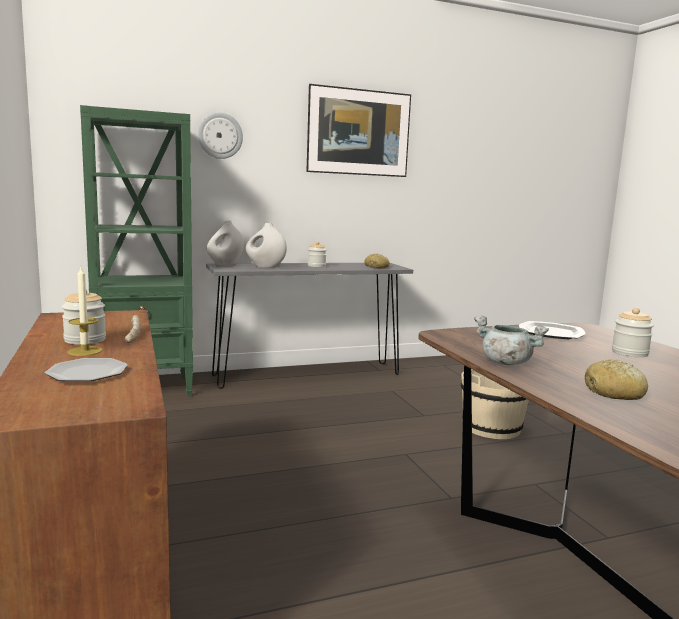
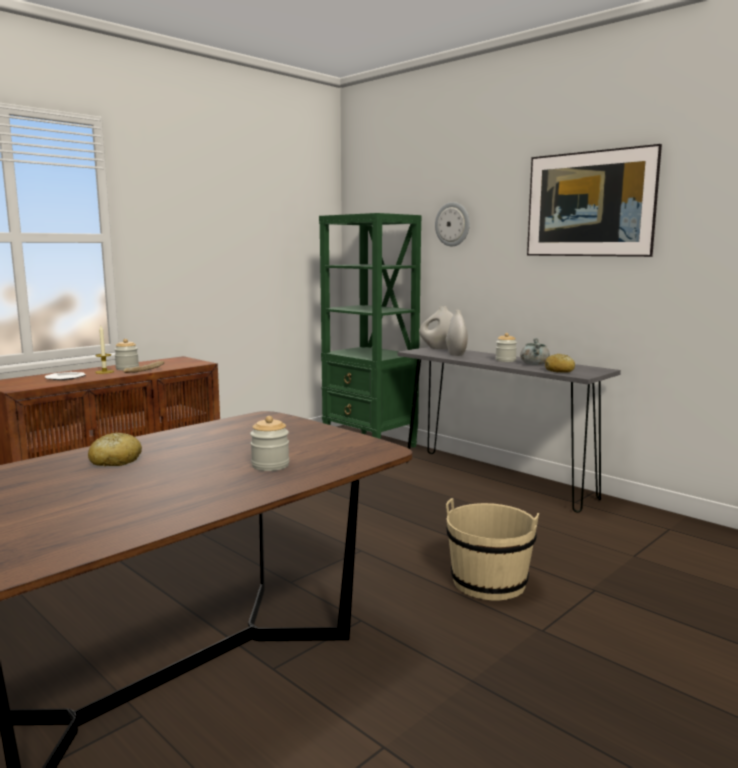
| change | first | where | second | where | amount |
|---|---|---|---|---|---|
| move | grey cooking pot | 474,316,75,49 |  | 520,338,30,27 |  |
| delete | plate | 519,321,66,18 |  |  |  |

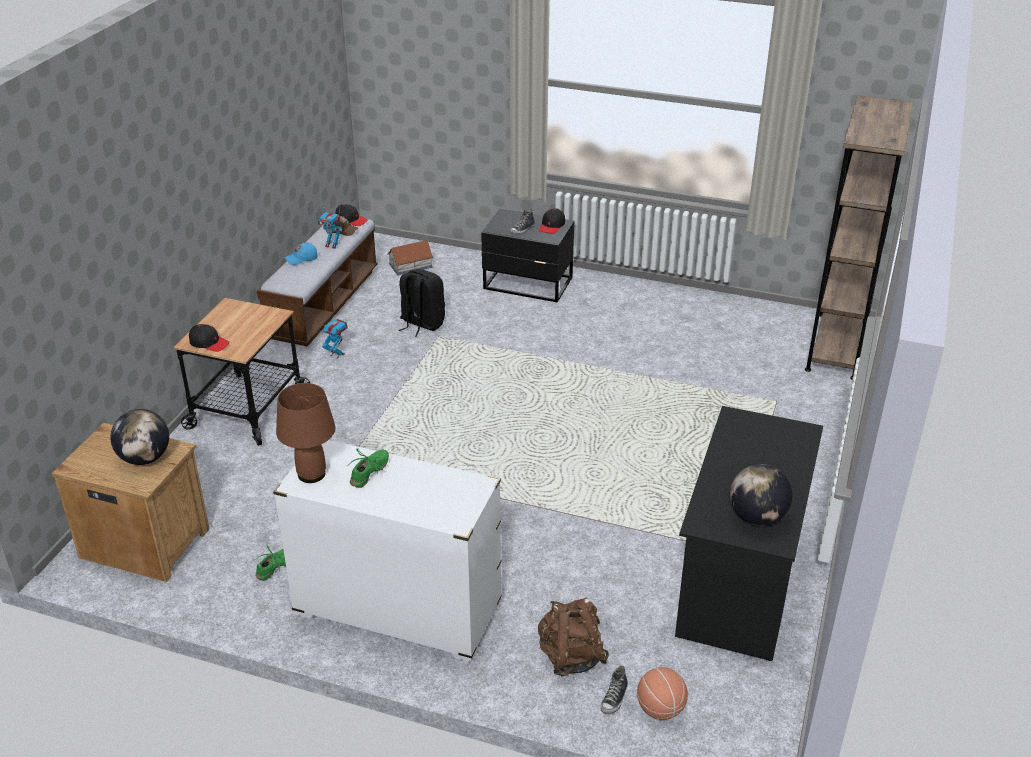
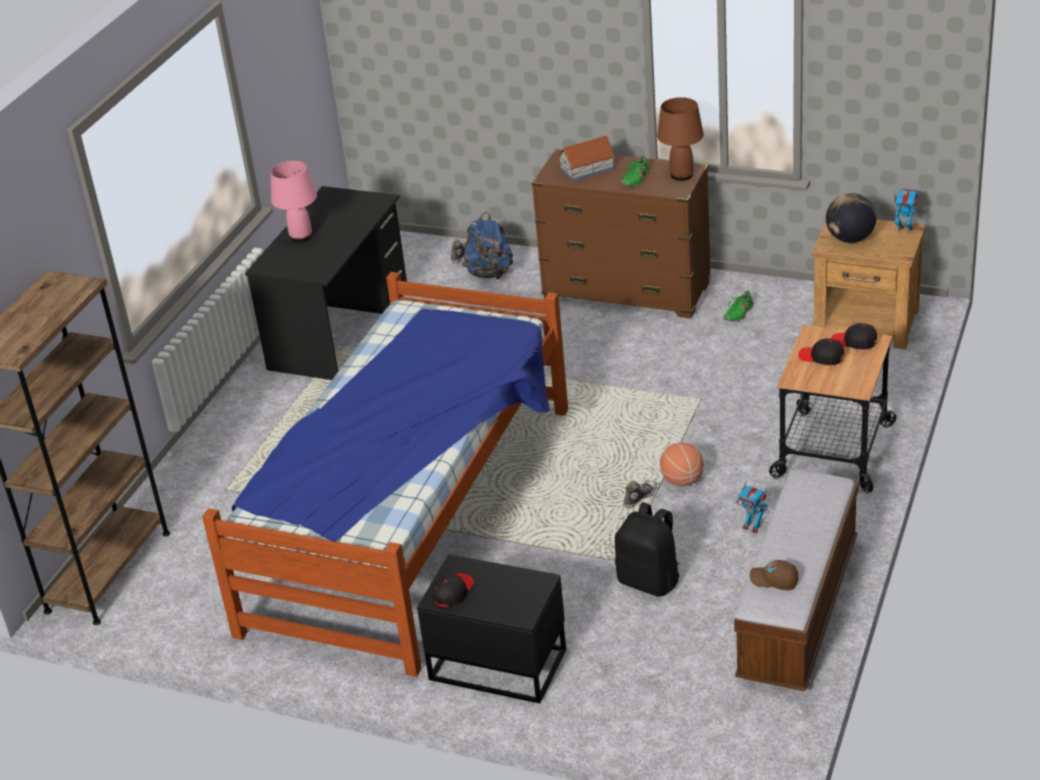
| change | first | where | second | where | amount |
|---|---|---|---|---|---|
| insert |  |  | bed | 202,272,366,405 |  |
| insert |  |  | pink table lamp | 271,161,46,82 |  |
| recolor | brown backpack | 538,597,71,79 | blue backpack | 462,212,51,68 |  |
| recolor | white dresser | 273,440,229,222 | brown dresser | 531,149,180,170 |  |
| move | toy house | 387,240,46,36 |  | 557,136,58,46 |  |
| move | shoe | 509,209,26,25 |  | 623,481,34,27 |  |
| move | basketball | 637,667,51,53 |  | 660,442,44,44 |  |
| move | black cap | 335,204,33,22 |  | 798,338,46,27 |  |
| move | toy robot | 318,208,24,41 |  | 894,188,24,46 |  |
| delete | blue cap | 285,243,32,22 |  |  |  |
| delete | globe | 730,464,63,62 |  |  |  |

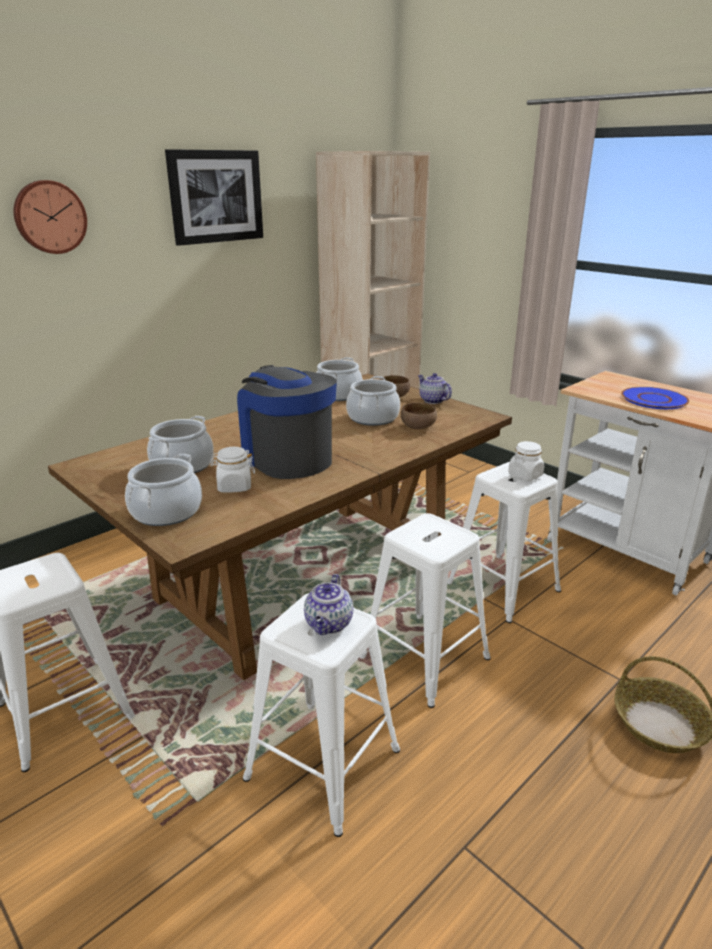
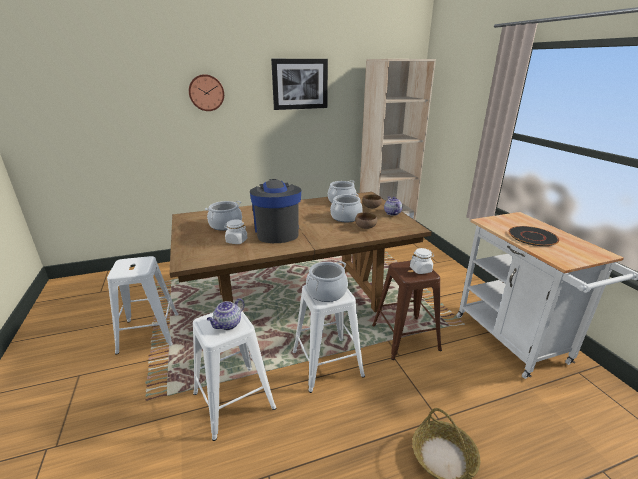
| change | first | where | second | where | amount |
|---|---|---|---|---|---|
| move | cooking pot | 125,454,77,72 |  | 306,261,42,41 |  |
| recolor | white stool | 448,462,113,161 | brown stool | 372,261,70,99 |  |
| recolor | blue plate | 622,387,67,22 | black plate | 509,226,50,20 |  |

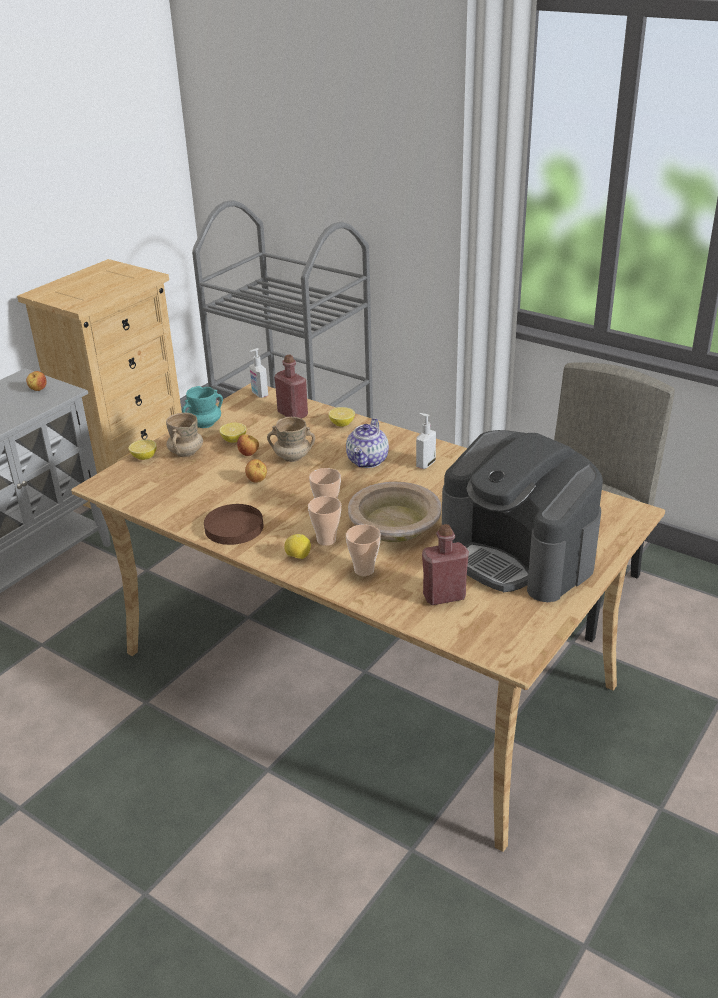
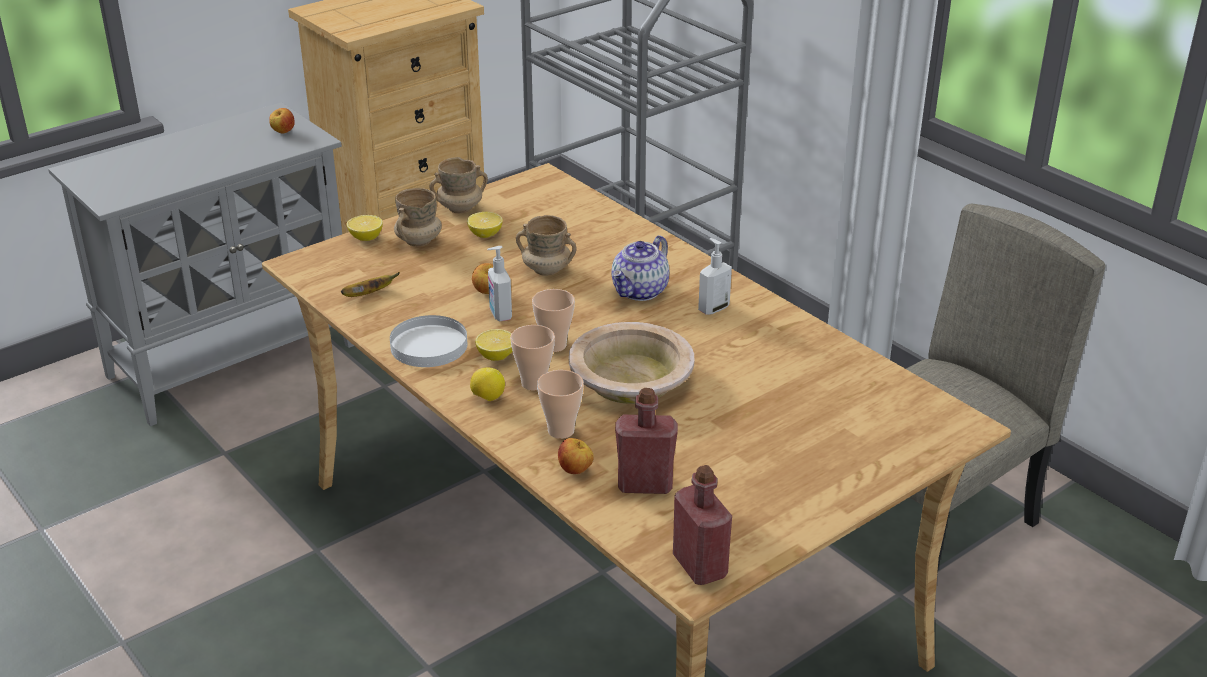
| change | first | where | second | where | amount |
|---|---|---|---|---|---|
| insert |  |  | banana | 341,272,59,25 |  |
| recolor | brown plate | 204,504,60,41 | white plate | 390,315,77,52 |  |
| recolor | turquoise mug | 182,386,41,42 | beige mug | 429,157,59,56 |  |
| move | lemon | 329,407,26,20 |  | 475,329,38,32 |  |
| move | soap dispenser | 249,348,19,50 |  | 487,246,25,75 |  |
| move | apple | 237,434,22,22 |  | 558,438,36,36 |  |
| move | red bottle | 275,354,33,65 |  | 673,465,59,120 |  |
| delete | coffee machine | 442,430,161,172 |  |  |  |

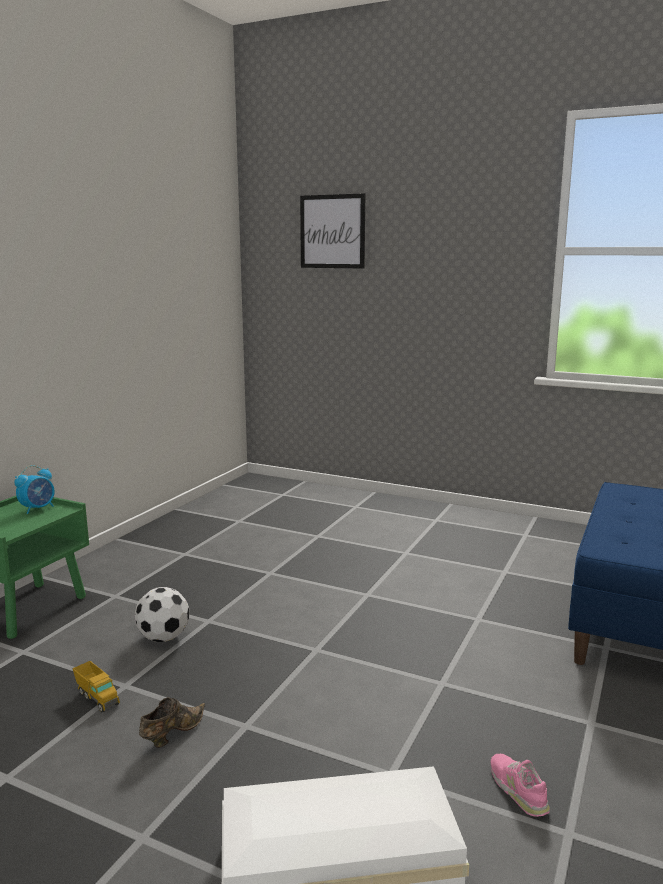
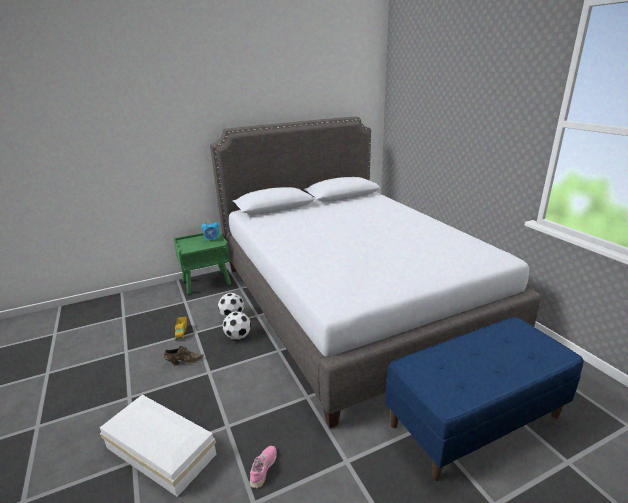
| change | first | where | second | where | amount |
|---|---|---|---|---|---|
| insert |  |  | grey bed | 210,116,331,312 |  |
| insert |  |  | football | 223,311,28,29 |  |
| delete | picture | 300,193,65,76 |  |  |  |

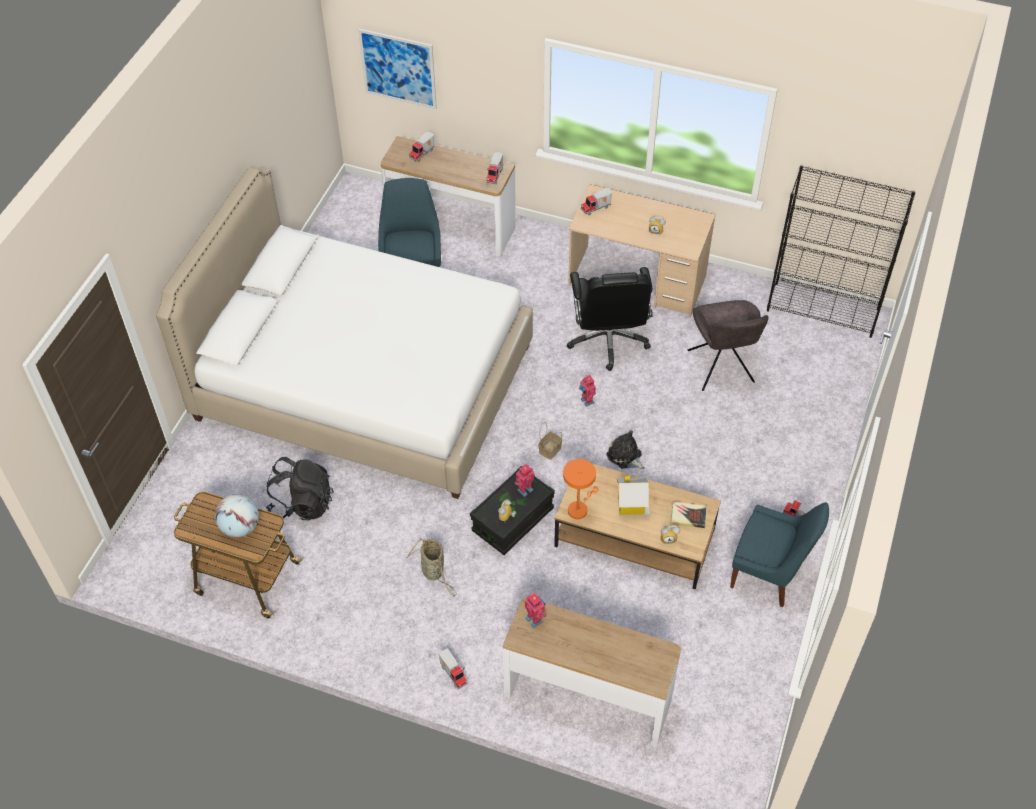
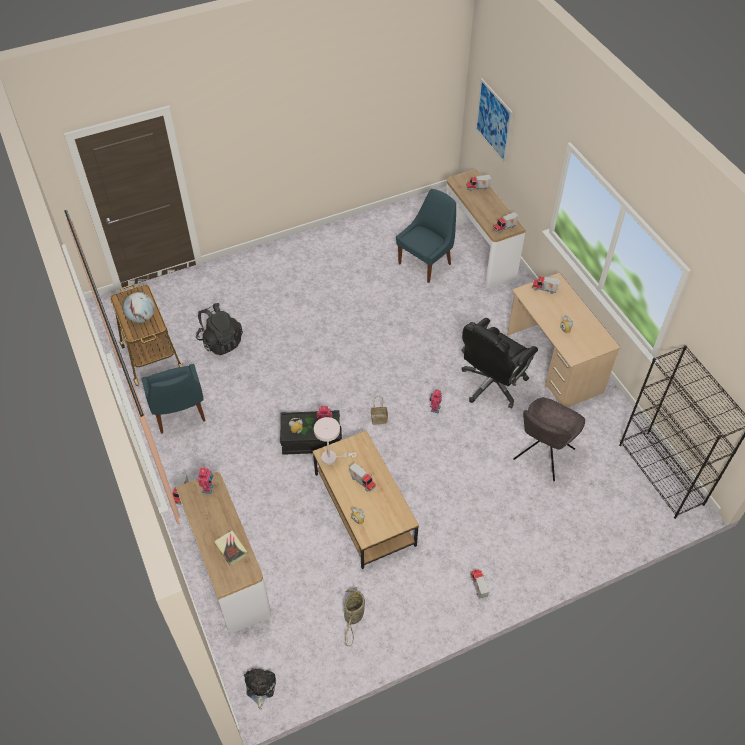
| change | first | where | second | where | amount |
|---|---|---|---|---|---|
| move | blue chair | 730,502,99,105 |  | 141,364,65,70 |  |
| move | book | 670,502,36,26 |  | 214,530,33,36 |  |
| move | plush toy | 606,430,39,39 |  | 244,668,32,42 |  |
| recolor | orange table lamp | 563,459,35,60 | white table lamp | 314,417,43,48 |  |
| move | basket | 406,538,50,59 |  | 344,587,21,59 |  |
| replace | toy house | 617,476,33,40 | toy truck | 349,463,27,29 |  |
| delete | white bed | 156,167,377,332 |  |  |  |

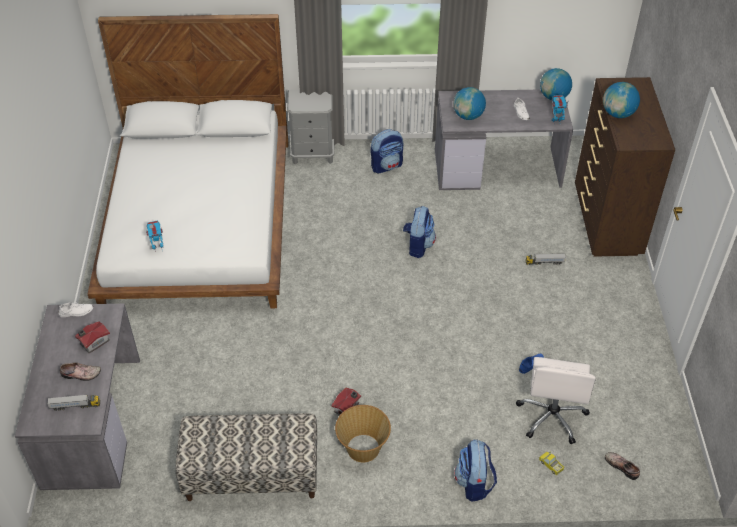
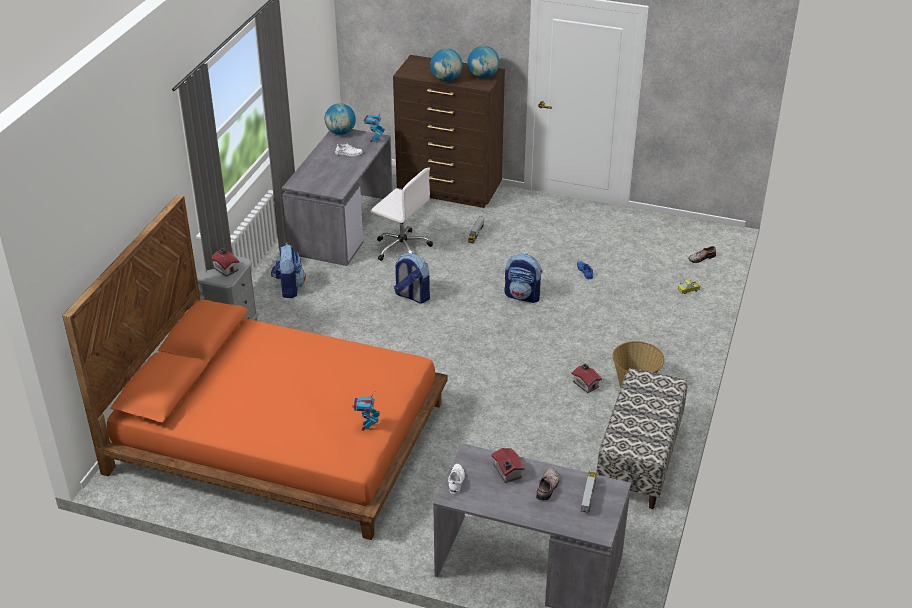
| change | first | where | second | where | amount |
|---|---|---|---|---|---|
| recolor | white bed | 88,14,200,294 | orange bed | 62,195,386,345 |  |
| insert |  |  | toy house | 211,248,28,29 |  |
| move | white office chair | 516,357,80,87 |  | 371,168,62,93 |  |
| move | globe | 453,87,33,33 |  | 468,46,31,32 |  |
| move | backpack | 454,440,43,62 |  | 504,254,39,49 |  |

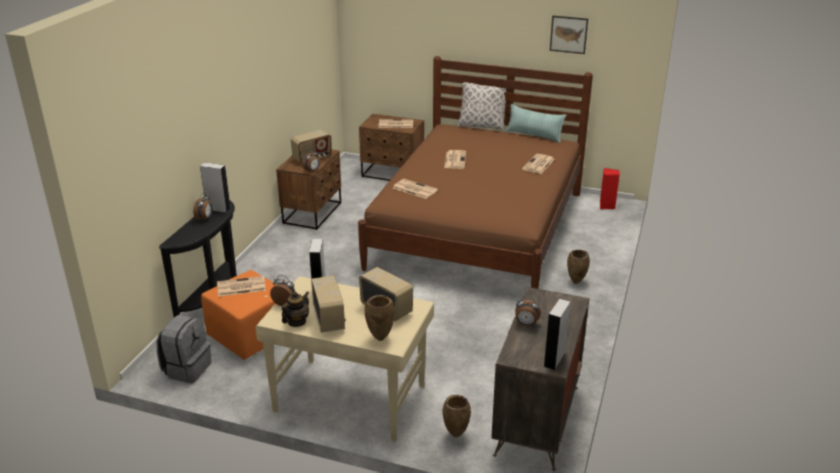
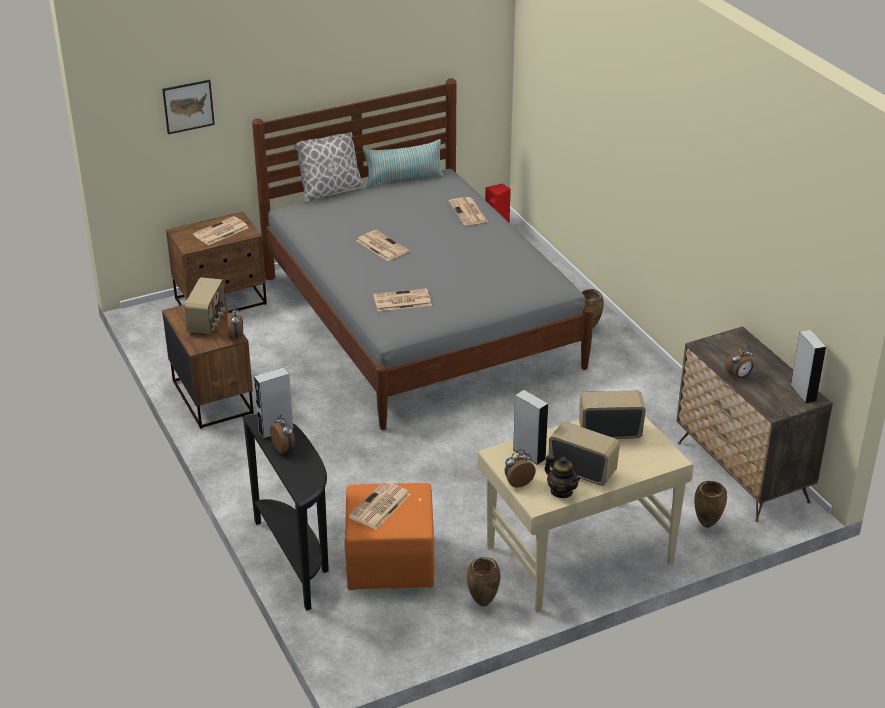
| change | first | where | second | where | amount |
|---|---|---|---|---|---|
| move | picture | 550,16,38,38 |  | 162,80,53,54 |  |
| recolor | brown bed | 358,56,235,233 | grey bed | 252,78,342,352 |  |
| move | brown vase | 365,295,30,46 |  | 467,557,33,49 |  |
| rotate | teapot | 282,291,27,36 |  | 545,454,35,44 | 150 degrees clockwise |
| delete | grey backpack | 157,315,55,68 |  |  |  |

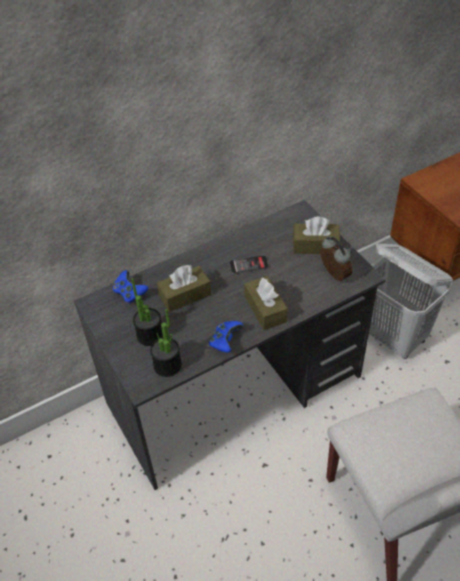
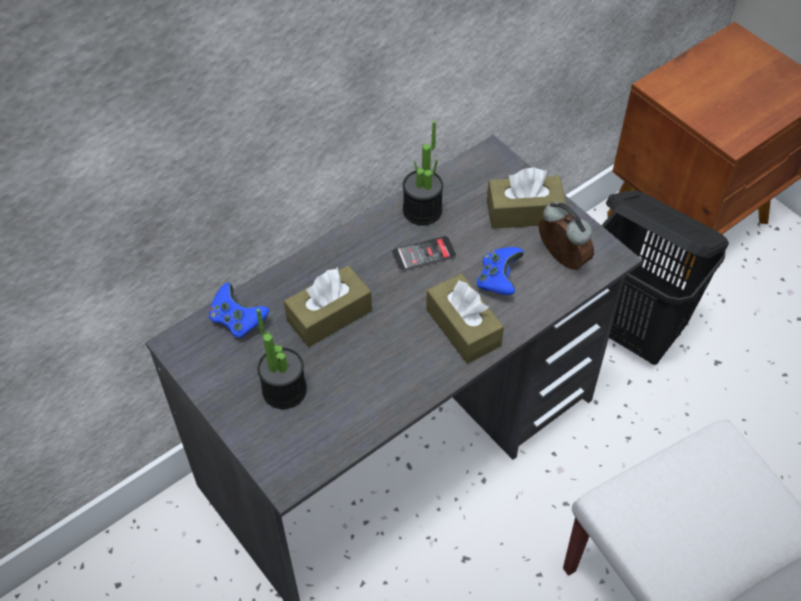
| change | first | where | second | where | amount |
|---|---|---|---|---|---|
| move | potted plant | 150,309,32,68 |  | 403,121,40,104 |  |
| move | blue game controller | 209,321,35,32 |  | 477,247,47,48 |  |
| recolor | white laundry basket | 369,244,84,115 | black laundry basket | 601,190,128,175 |  |

